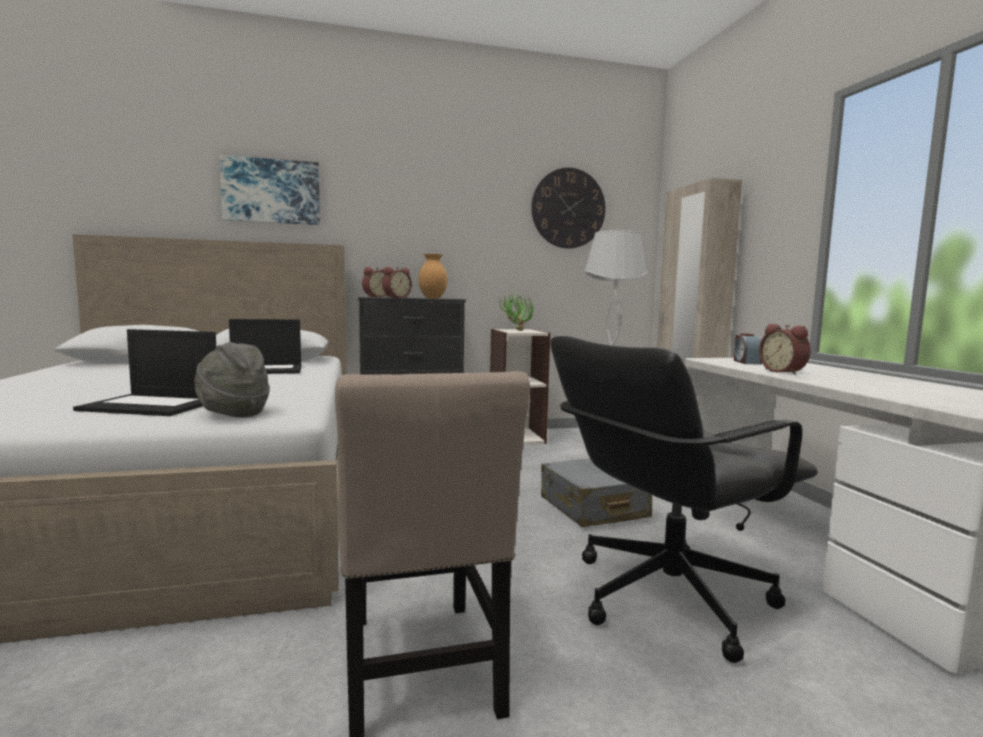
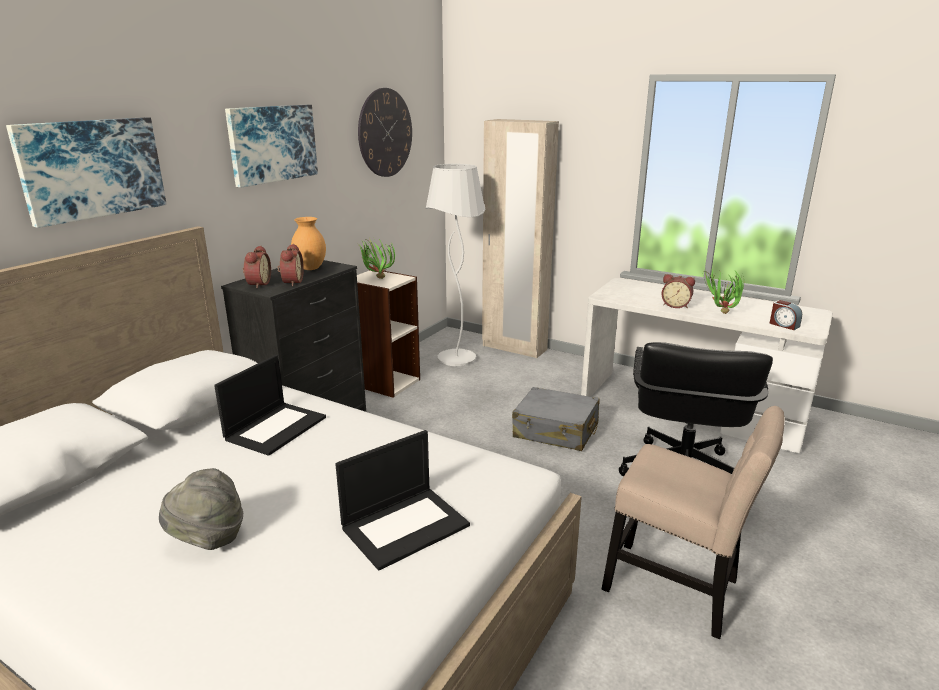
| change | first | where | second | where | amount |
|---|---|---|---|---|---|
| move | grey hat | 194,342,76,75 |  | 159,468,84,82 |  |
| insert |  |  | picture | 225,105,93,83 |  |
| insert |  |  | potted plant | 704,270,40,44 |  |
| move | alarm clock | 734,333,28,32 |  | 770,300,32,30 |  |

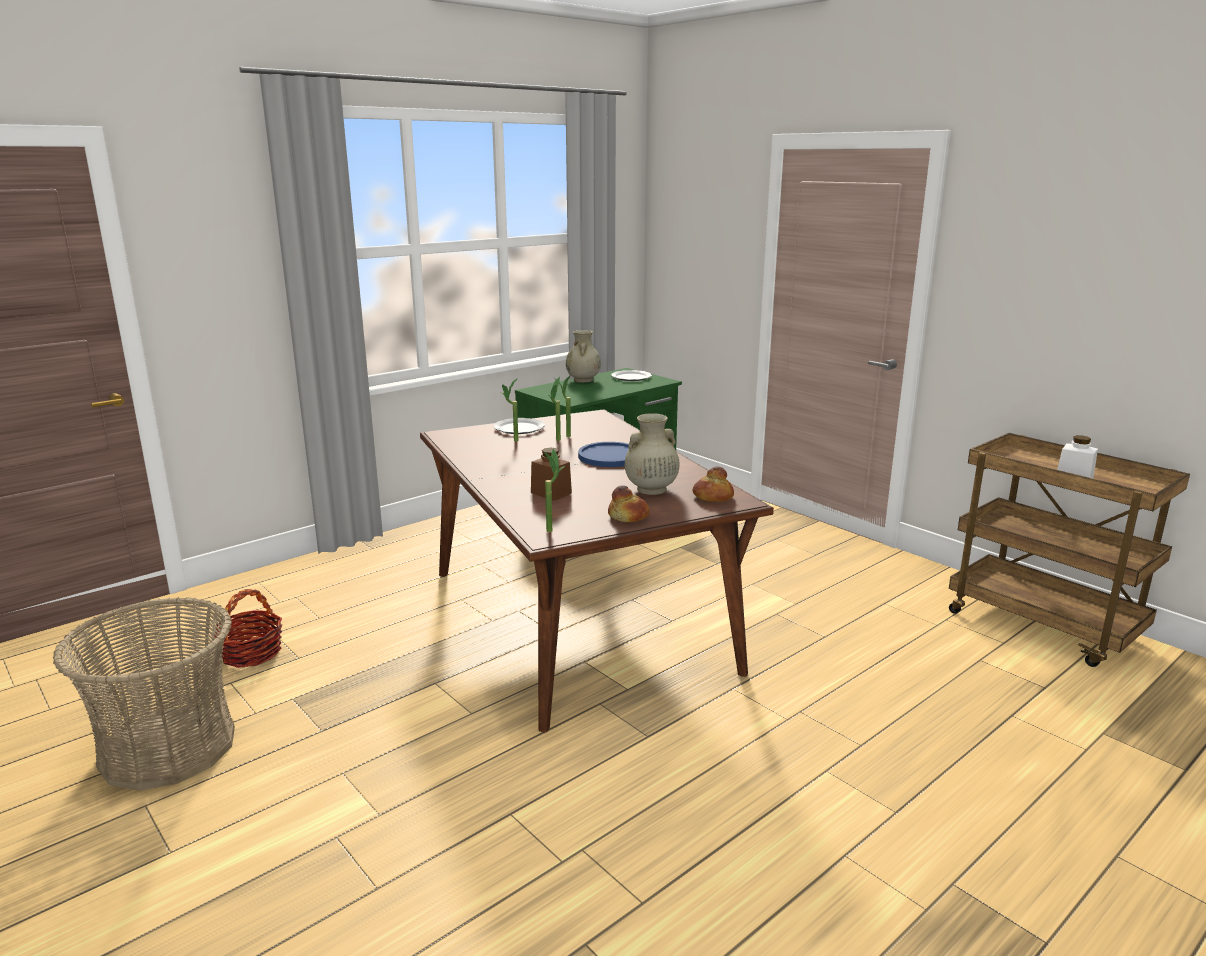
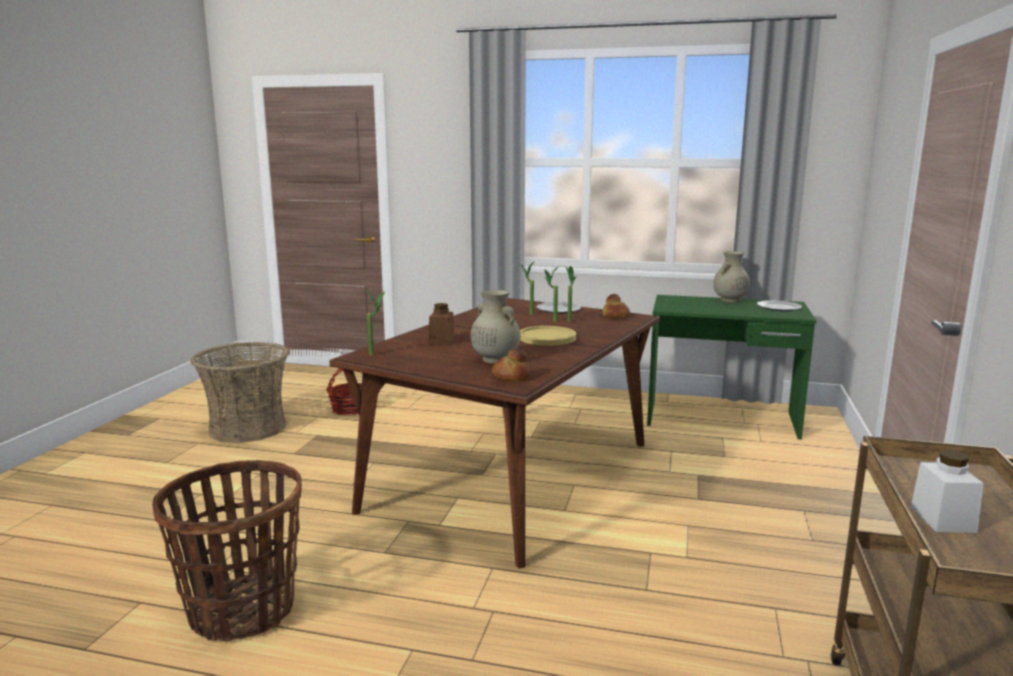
| change | first | where | second | where | amount |
|---|---|---|---|---|---|
| insert |  |  | basket | 152,460,150,181 |  |
| recolor | blue plate | 578,442,51,25 | yellow plate | 520,326,56,20 |  |
| move | bread | 608,485,42,37 |  | 602,294,28,24 |  |

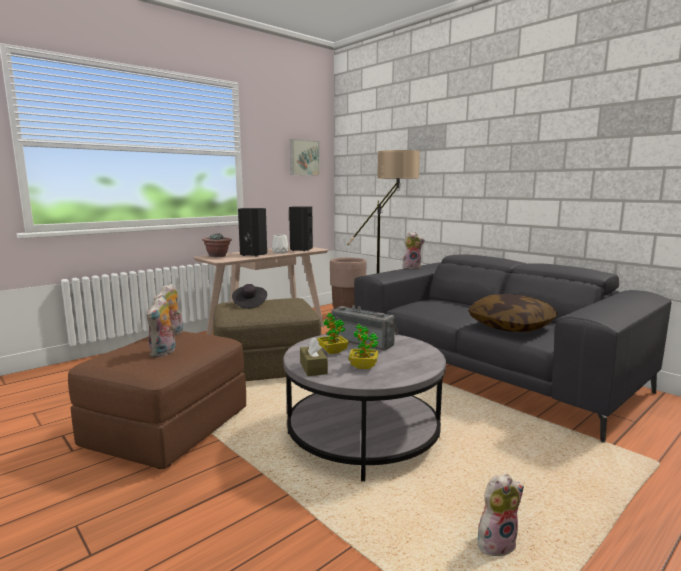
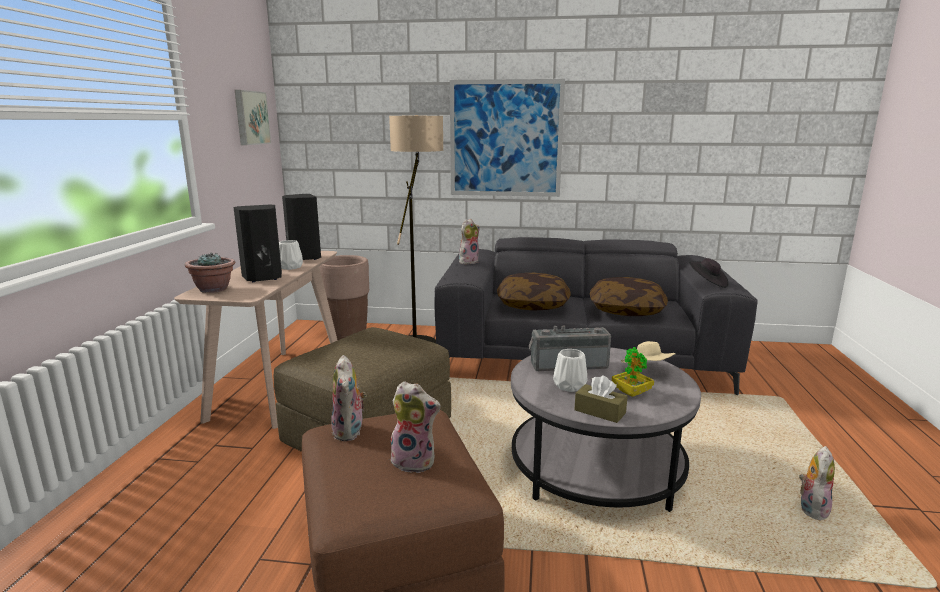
| change | first | where | second | where | amount |
|---|---|---|---|---|---|
| rotate | plush toy | 147,296,29,62 |  | 391,381,50,92 | 45 degrees counterclockwise |
| insert |  |  | picture | 450,79,115,118 |  |
| insert |  |  | pillow | 497,273,74,38 |  |
| replace | potted plant | 317,313,32,41 | white vase | 553,349,34,43 |  |
| insert |  |  | beige hat | 621,341,55,22 |  |
| move | black hat | 232,284,35,25 |  | 689,258,39,30 |  |

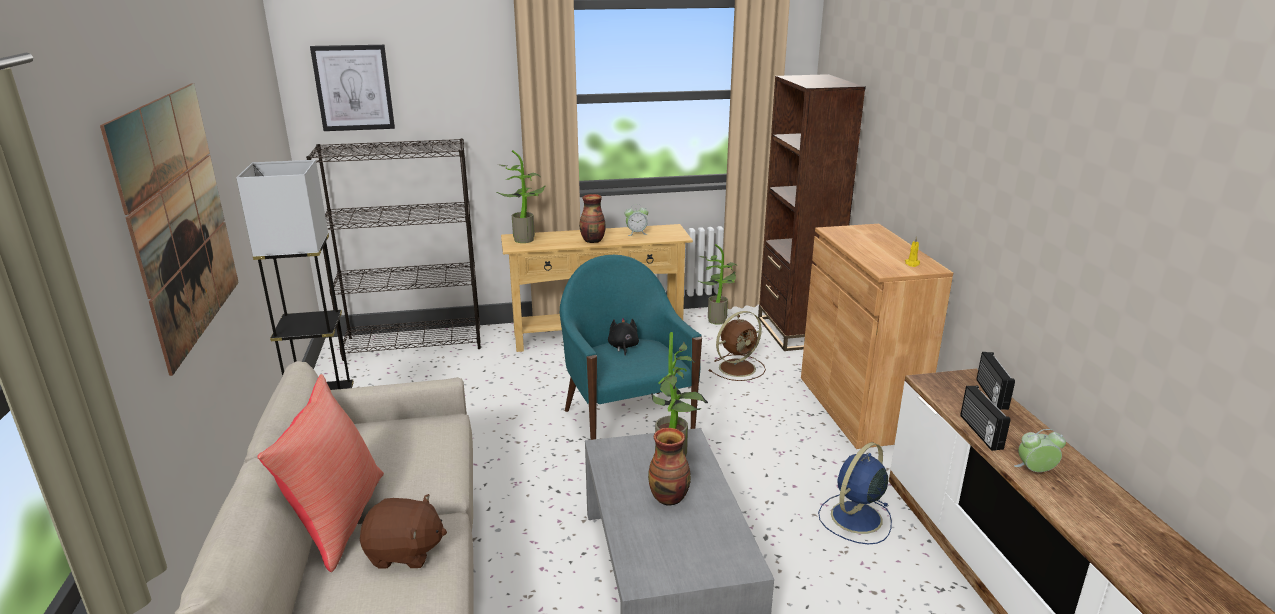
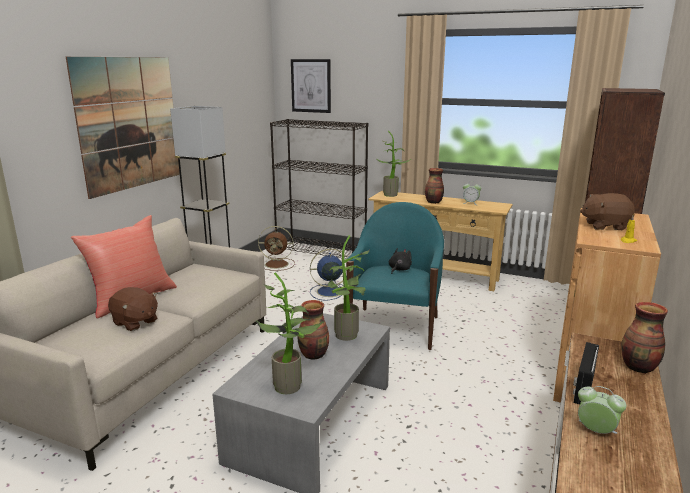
| change | first | where | second | where | amount |
|---|---|---|---|---|---|
| move | potted plant | 698,244,38,80 |  | 255,272,68,122 |  |
| move | brown fan | 709,311,57,70 |  | 258,226,37,45 |  |
| move | blue fan | 818,442,74,102 |  | 310,249,36,52 |  |
| insert |  |  | brown plush toy | 580,193,55,37 |  |
| replace | radio | 976,352,39,58 | vase | 621,302,47,72 |  |

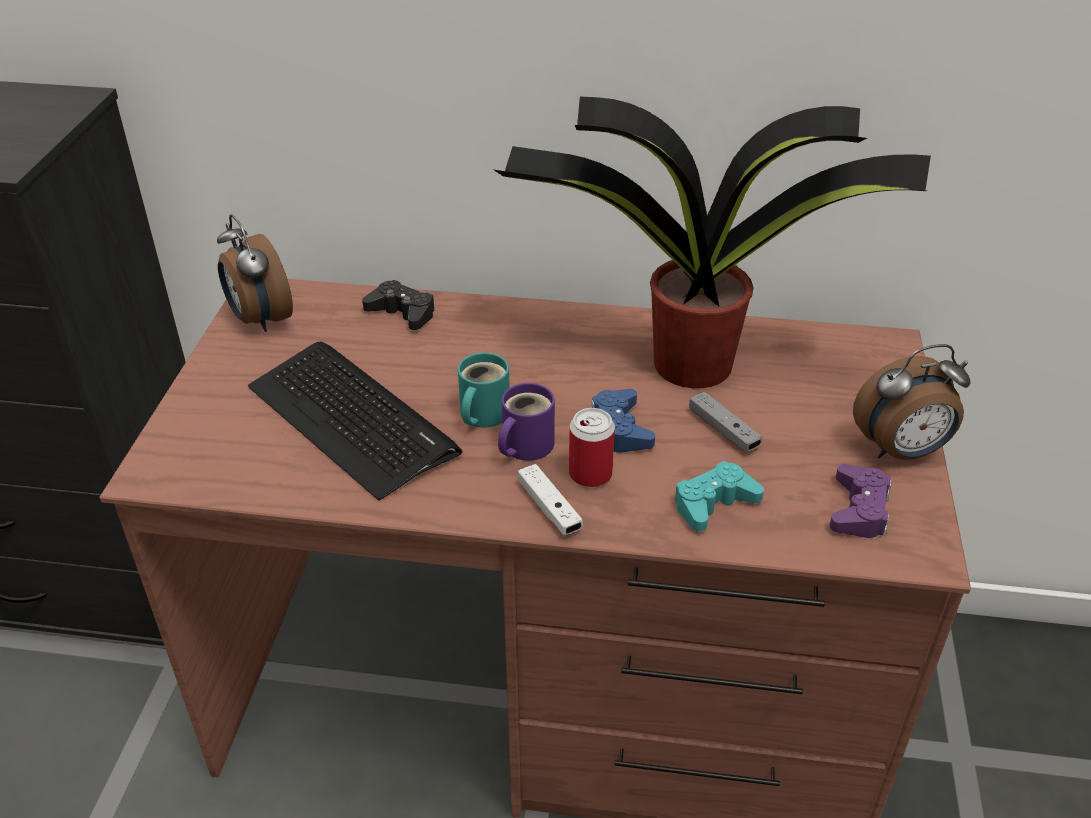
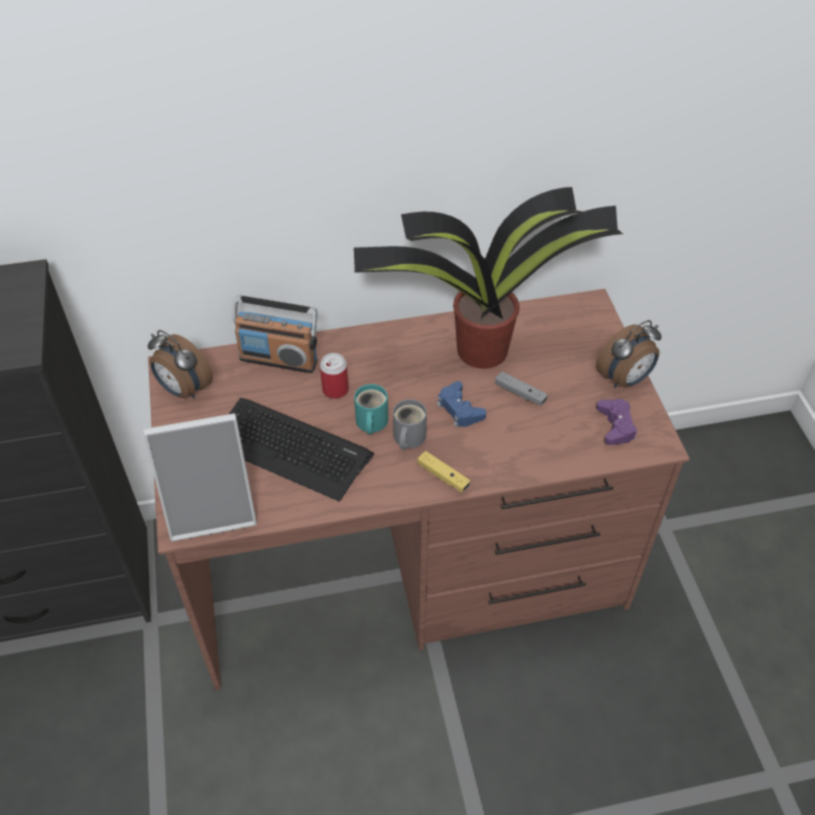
| change | first | where | second | where | amount |
|---|---|---|---|---|---|
| insert |  |  | picture frame | 143,413,114,129 |  |
| replace | black game controller | 362,280,73,50 | radio | 232,295,86,78 |  |
| move | can | 569,408,46,79 |  | 320,353,29,46 |  |
| recolor | purple mug | 498,383,57,78 | grey mug | 393,399,34,51 |  |
| recolor | white game controller | 518,464,65,71 | yellow game controller | 417,451,53,42 |  |
| delete | turquoise game controller | 674,461,90,70 |  |  |  |

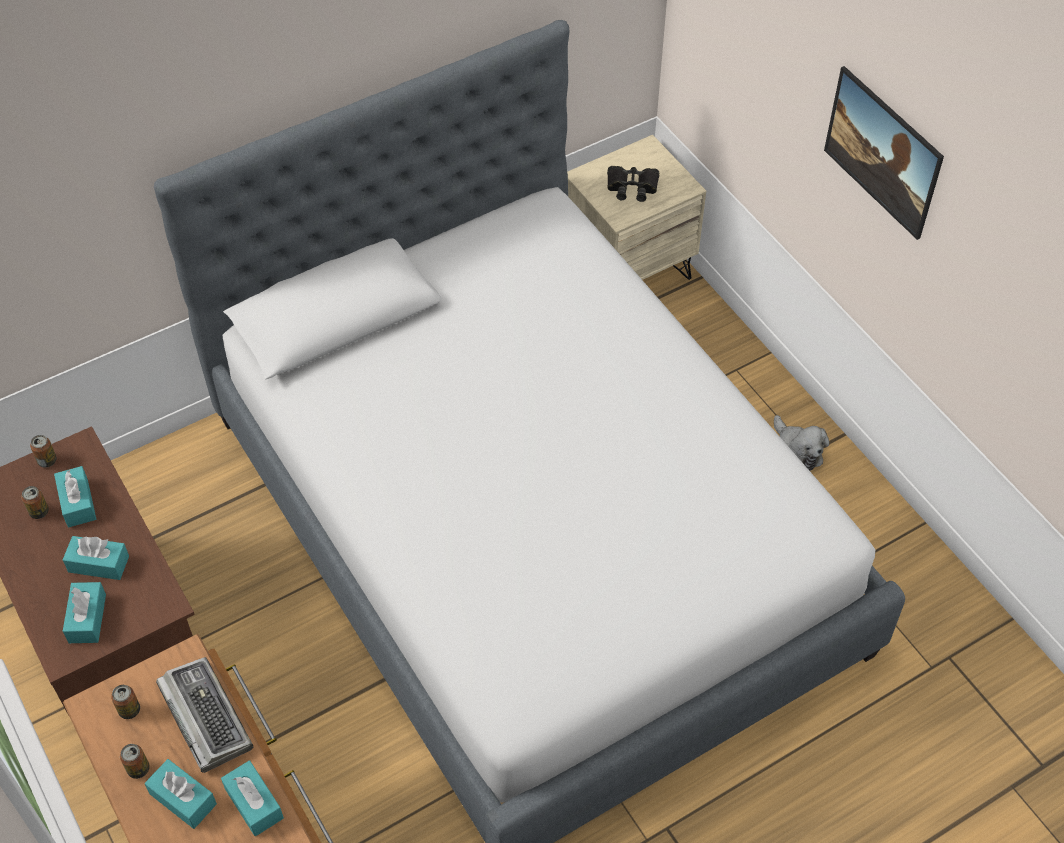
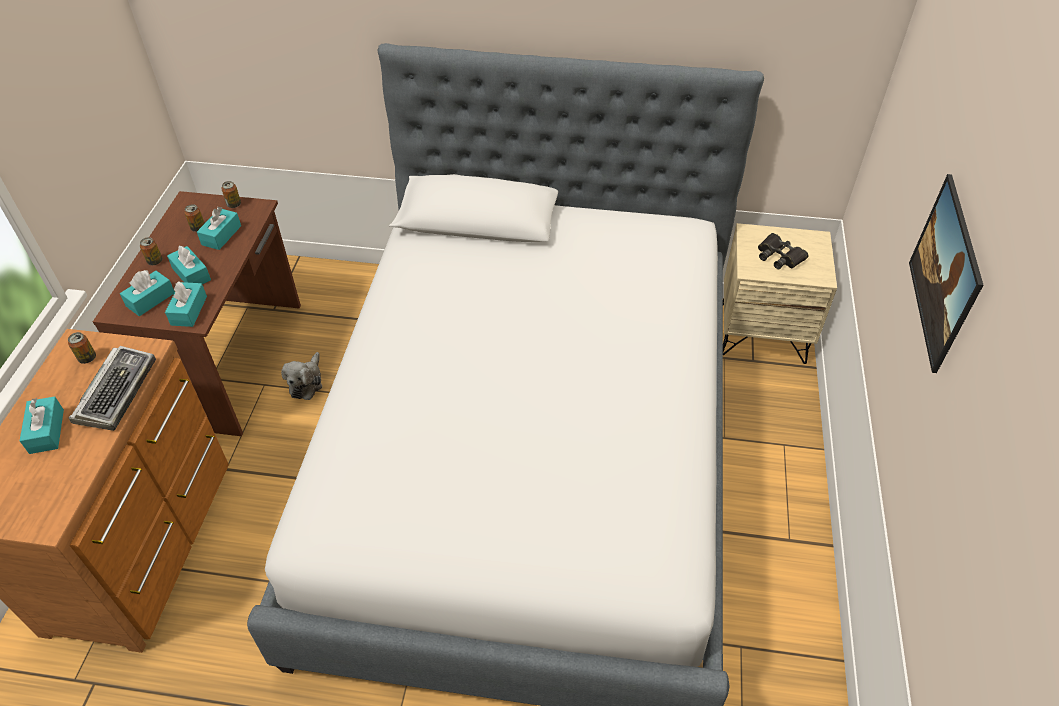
| change | first | where | second | where | amount |
|---|---|---|---|---|---|
| move | can | 120,744,30,35 |  | 140,237,23,28 |  |
| move | turquoise tissue box | 221,760,63,76 |  | 165,281,42,46 |  |
| move | plush toy | 774,415,55,56 |  | 281,352,41,48 |  |

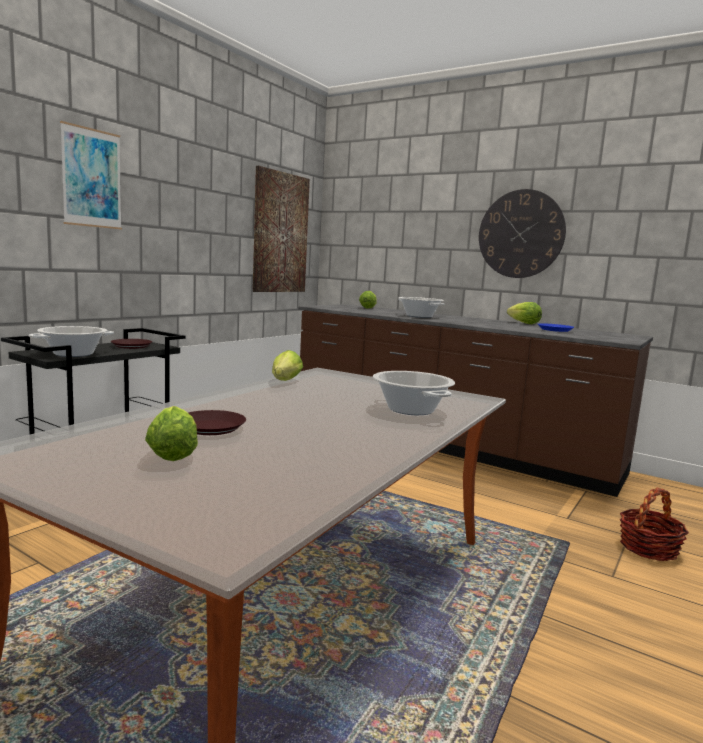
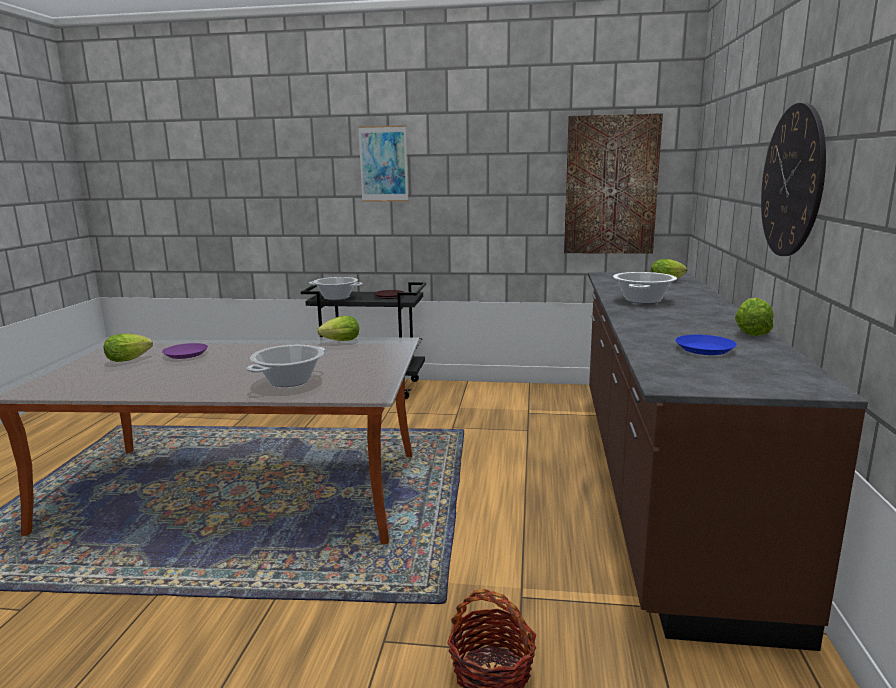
| change | first | where | second | where | amount |
|---|---|---|---|---|---|
| recolor | brown plate | 188,410,58,25 | purple plate | 162,343,46,16 |  |

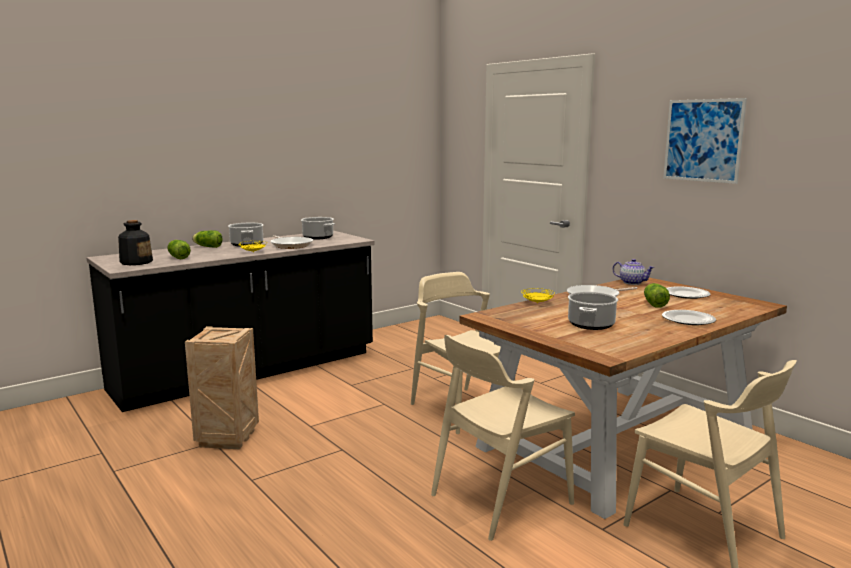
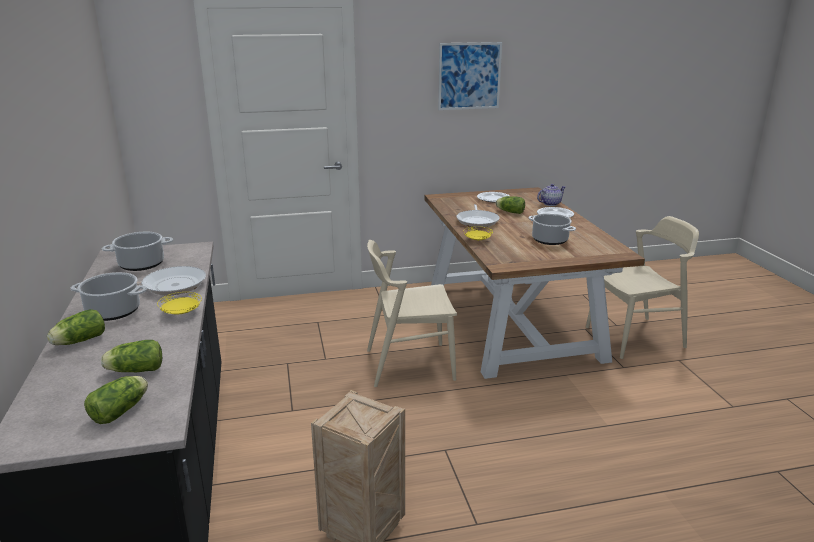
| change | first | where | second | where | amount |
|---|---|---|---|---|---|
| replace | bottle | 118,220,35,45 | lettuce | 84,376,64,48 |  |
| move | teapot | 612,259,43,26 |  | 537,184,28,22 |  |
| delete | beige chair | 431,335,144,206 |  |  |  |

